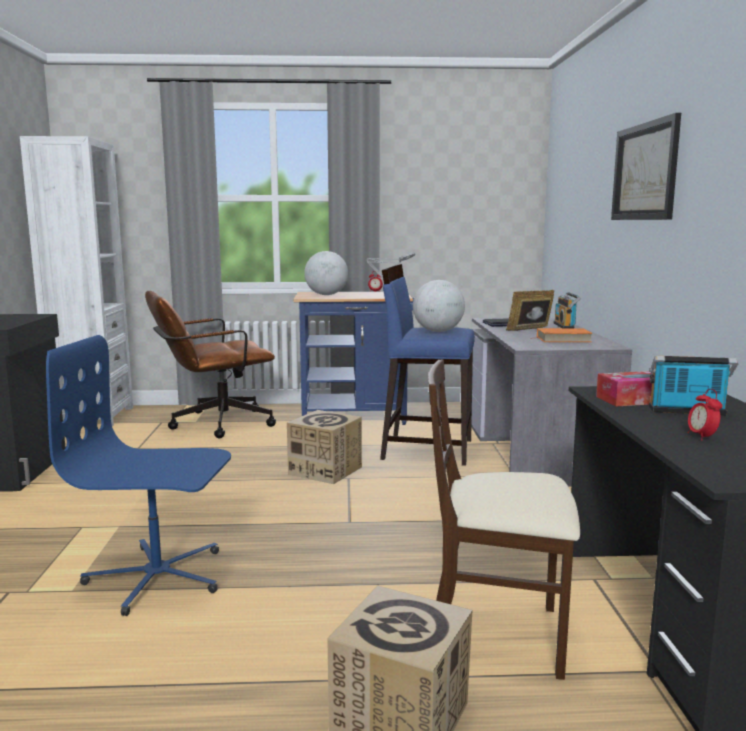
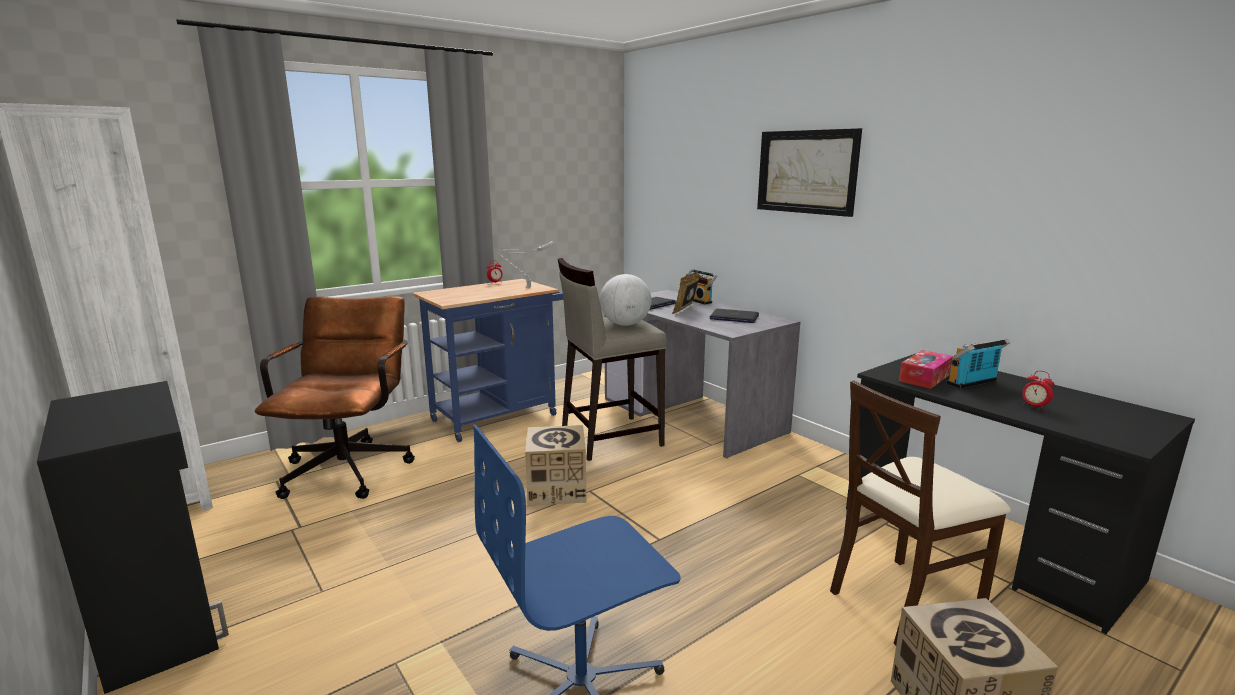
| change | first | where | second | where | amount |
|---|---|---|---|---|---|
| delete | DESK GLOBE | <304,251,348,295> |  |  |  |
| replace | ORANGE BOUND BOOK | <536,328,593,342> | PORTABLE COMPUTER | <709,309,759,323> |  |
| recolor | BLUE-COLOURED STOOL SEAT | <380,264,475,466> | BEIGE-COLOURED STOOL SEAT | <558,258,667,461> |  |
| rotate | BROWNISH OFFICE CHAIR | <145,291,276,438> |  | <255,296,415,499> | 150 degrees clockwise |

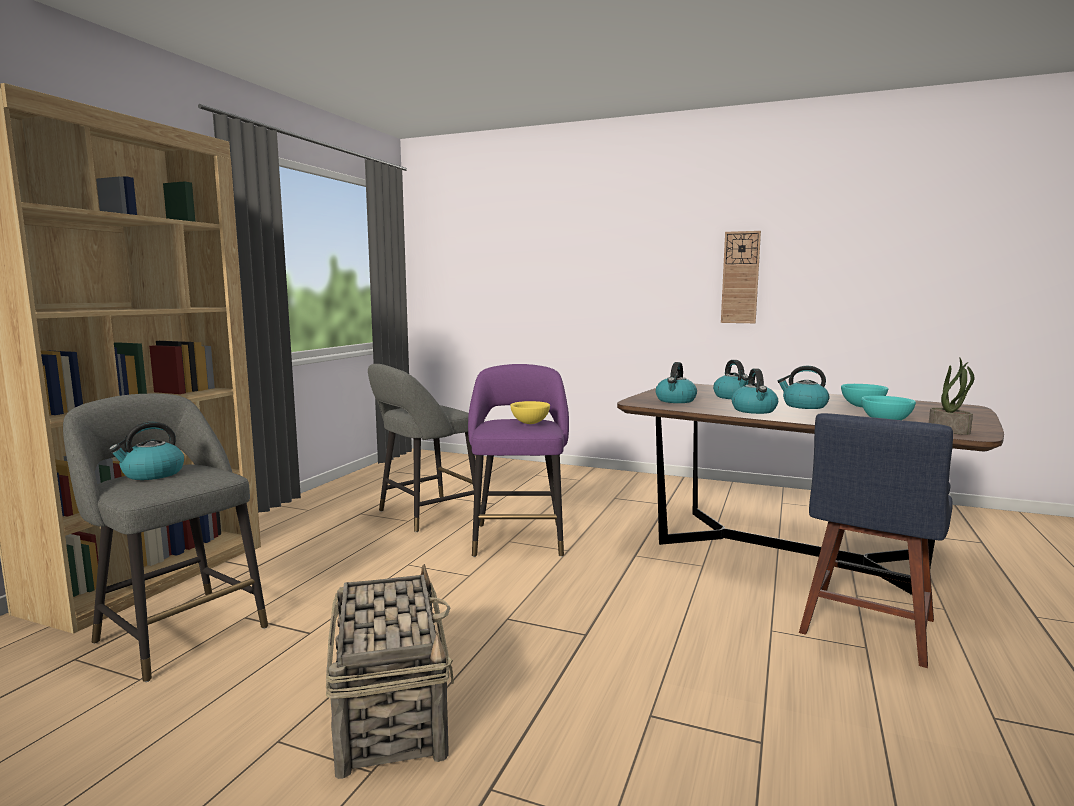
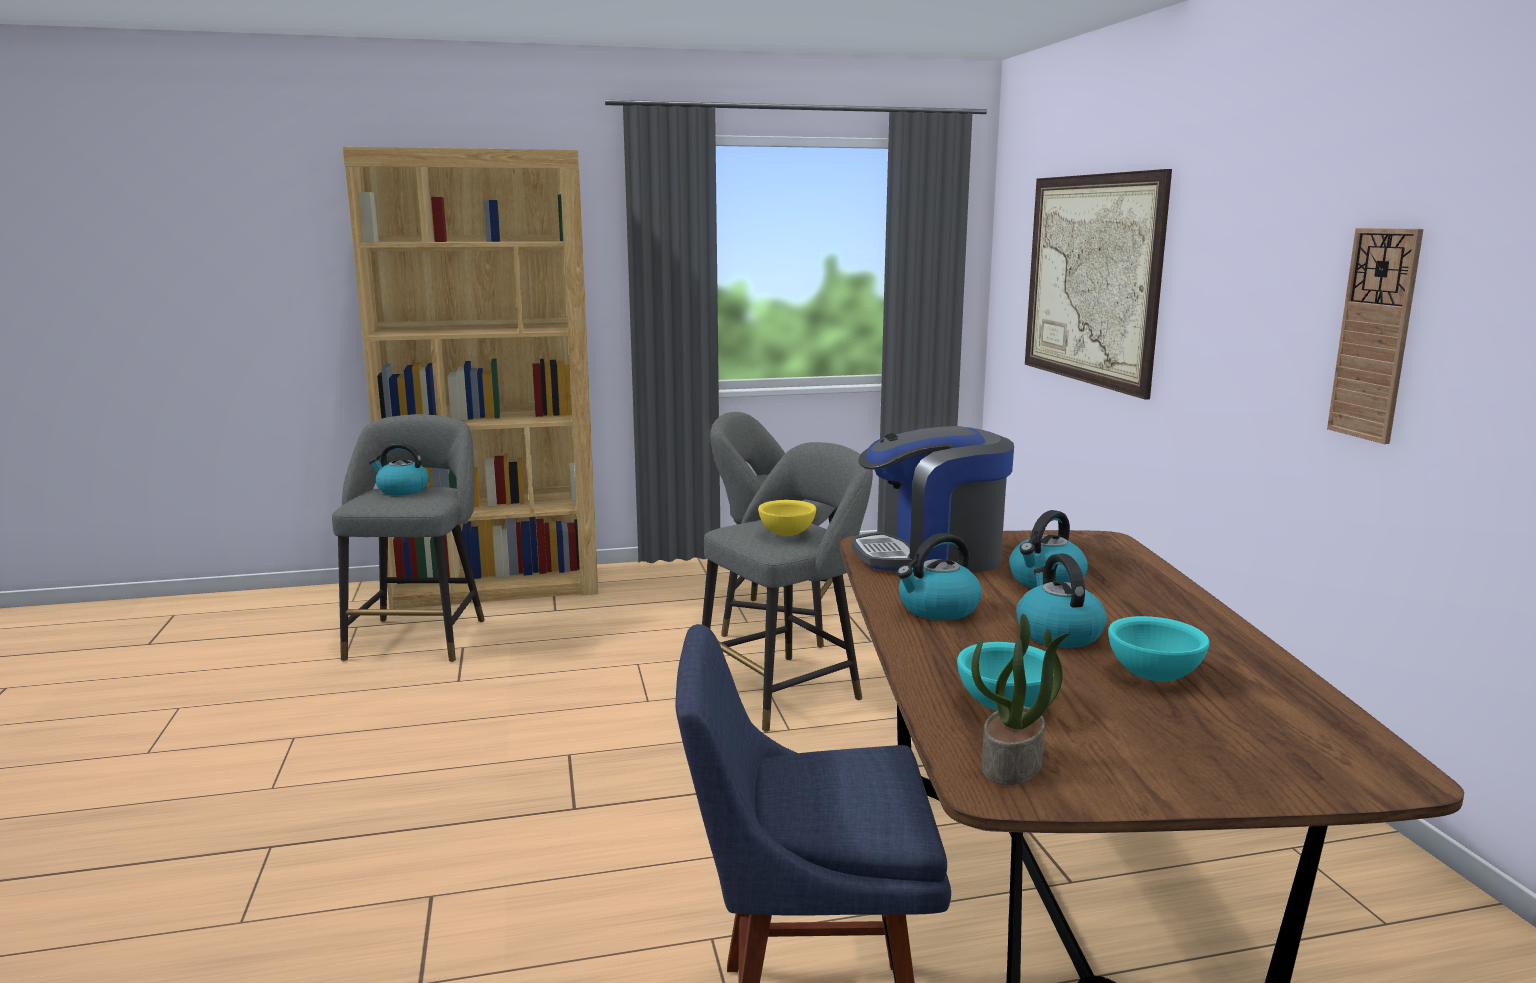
| change | first | where | second | where | amount |
|---|---|---|---|---|---|
| delete | HOUSEHOLD BASKET | <326,564,454,779> |  |  |  |
| insert |  |  | WALL ART | <1025,169,1172,400> |  |
| replace | KETTLE | <656,362,697,403> | COFFEE MACHINE | <852,426,1014,573> |  |
| recolor | PURPLISH STOOL SEAT | <468,364,569,557> | GRAY STOOL SEAT | <702,442,873,732> |  |

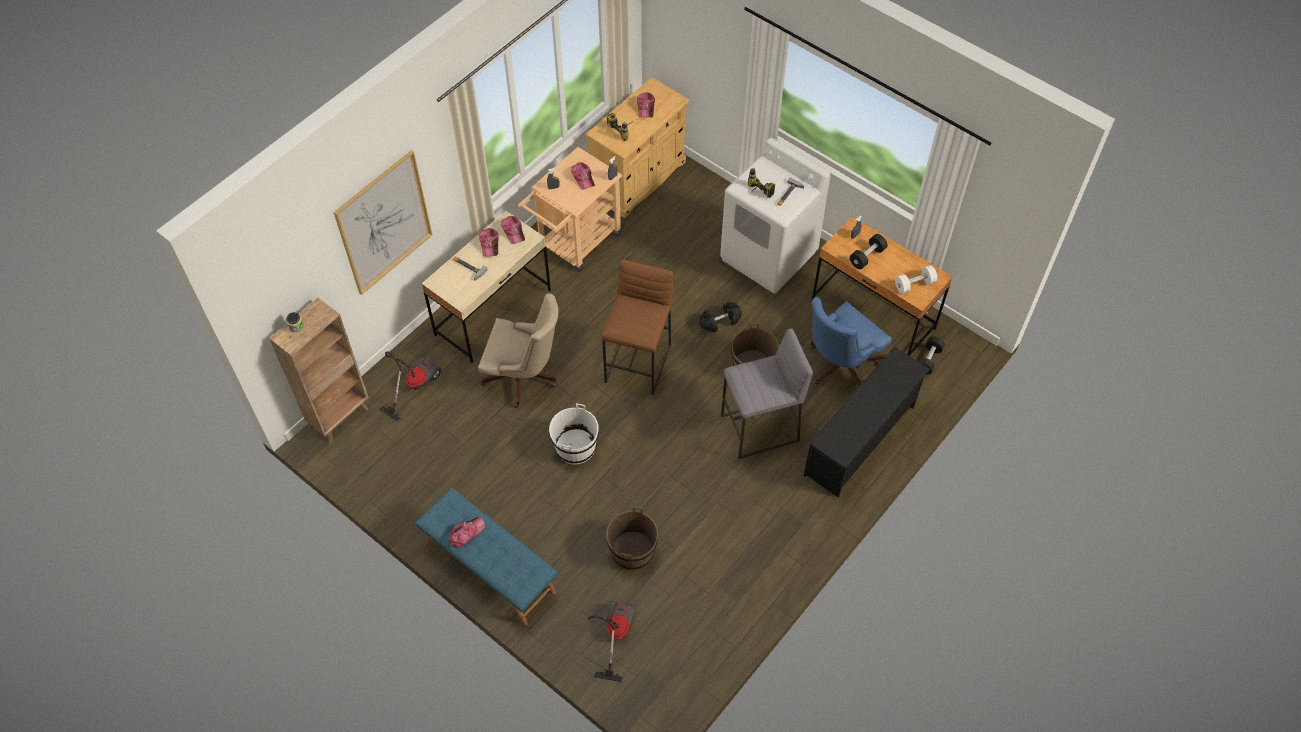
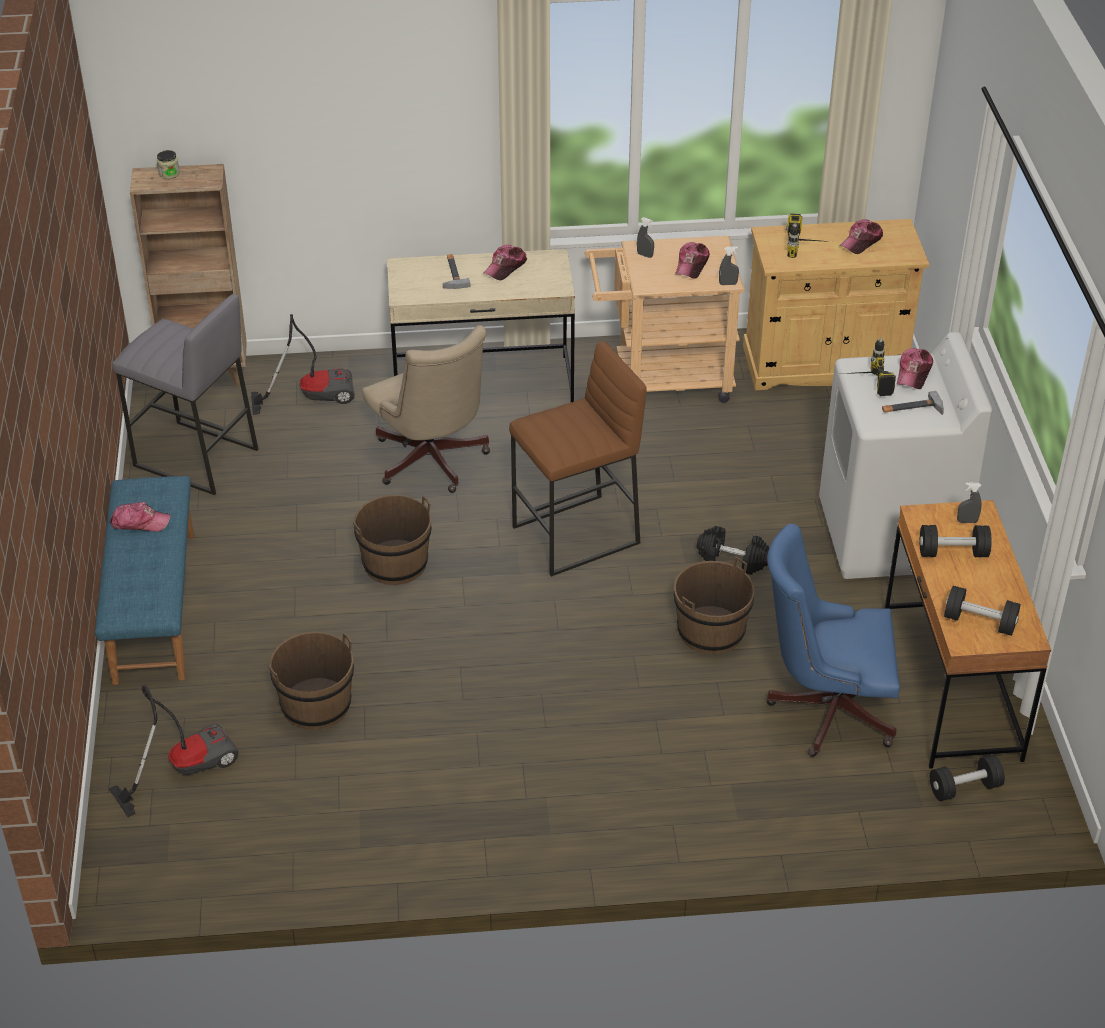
| change | first | where | second | where | amount |
|---|---|---|---|---|---|
| delete | WALL ART | <334,150,432,295> |  |  |  |
| delete | BLACKISH SHOE STAND | <804,346,930,497> |  |  |  |
| move | PEAKED CAP | <501,216,525,244> |  | <897,348,933,389> |  |
| move | GRAY STOOL SEAT | <721,328,813,459> |  | <112,294,258,495> |  |
| recolor | WHITISH PAIL | <549,403,599,465> | BROWNISH PAIL | <353,495,432,585> |  |
| recolor | WHITISH FREE WEIGHT | <895,265,937,294> | BLACKISH FREE WEIGHT | <944,586,1021,636> |  |

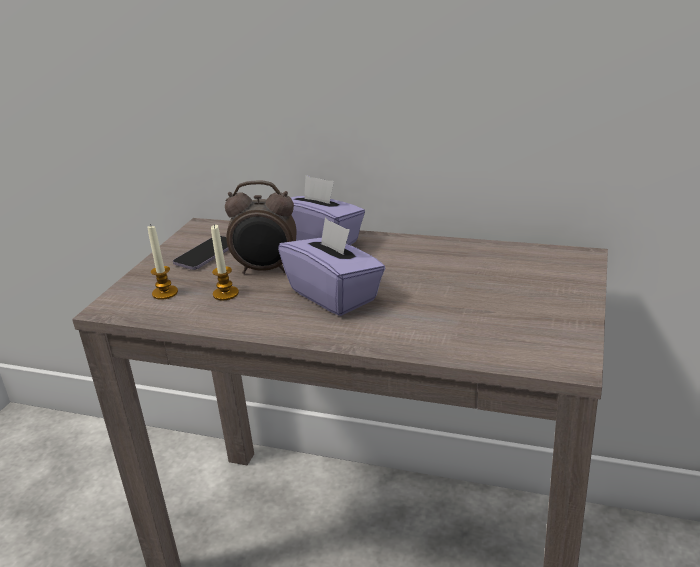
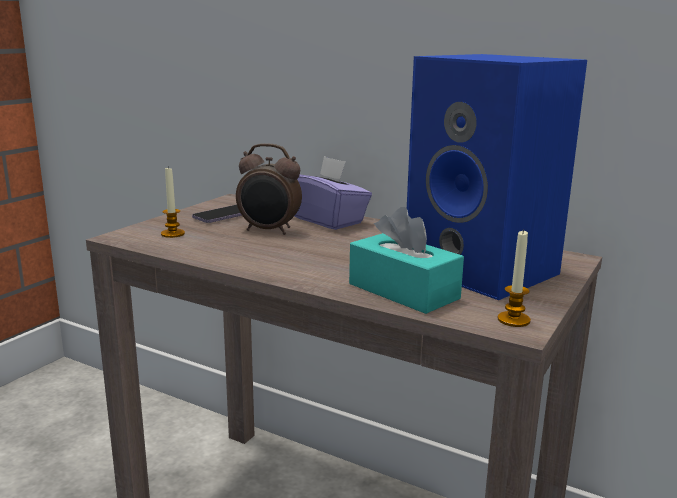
| change | first | where | second | where | amount |
|---|---|---|---|---|---|
| delete | PURPLISH TISSUE BOX | <278,217,385,316> |  |  |  |
| insert |  |  | TURQUOISE TISSUE BOX | <349,207,464,314> |  |
| insert |  |  | BLUE-COLOURED AUDIO SPEAKER | <407,54,587,300> |  |
| move | WAX CANDLE | <211,225,239,301> |  | <498,229,531,327> |  |

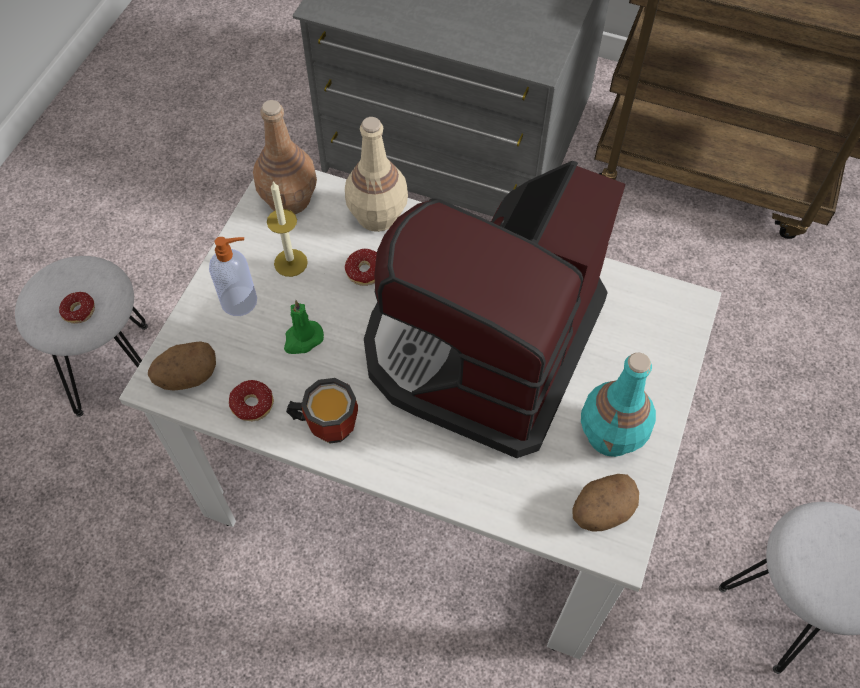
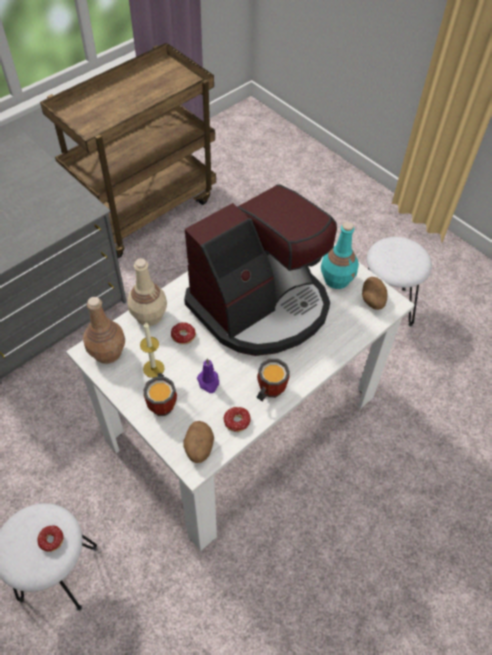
| change | first | where | second | where | amount |
|---|---|---|---|---|---|
| replace | SOAP BOTTLE | <209,237,257,316> | COFFEE MUG | <143,373,177,416> |  |
| recolor | GREENISH WAX CANDLE | <284,300,324,354> | PURPLISH WAX CANDLE | <197,358,219,393> |  |
| rotate | COFFEE MACHINE | <364,161,626,458> |  | <184,184,337,356> | 90 degrees counterclockwise |

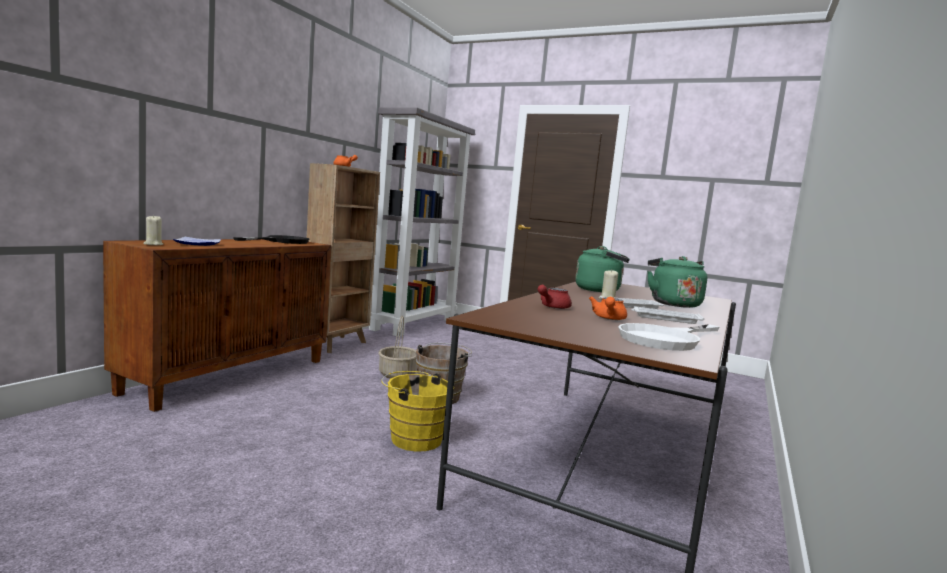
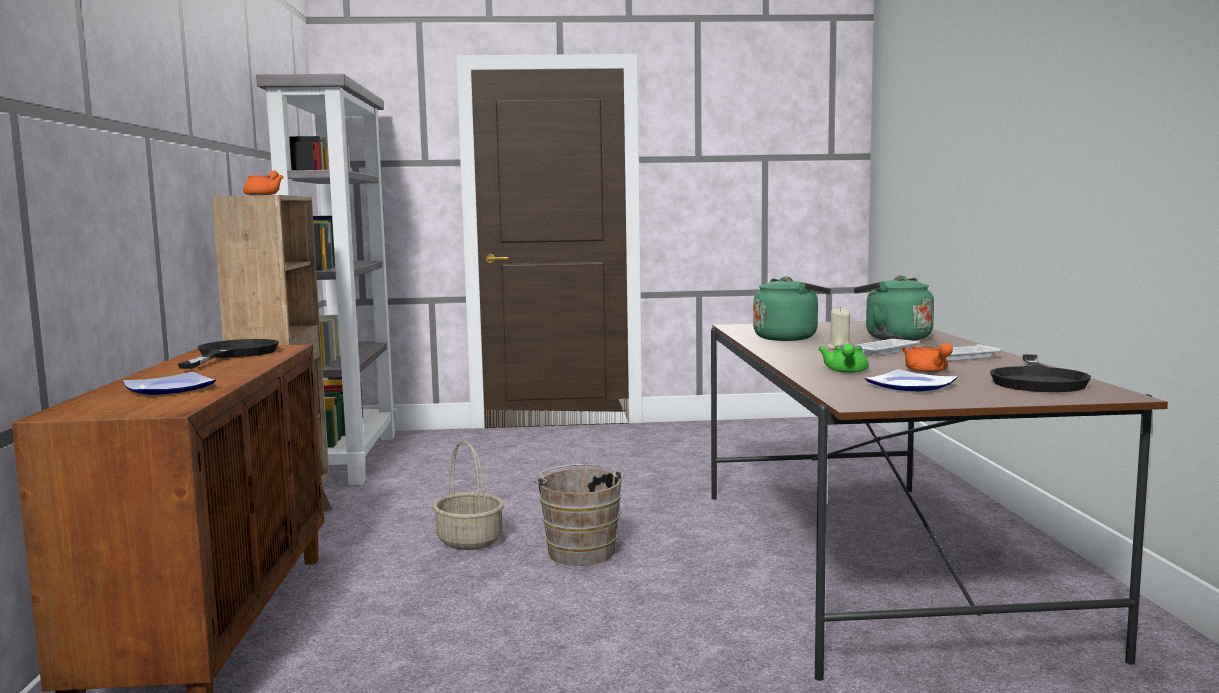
| change | first | where | second | where | amount |
|---|---|---|---|---|---|
| delete | BEIGE-COLOURED WAX CANDLE | <143,215,163,245> |  |  |  |
| delete | YELLOW PAIL | <381,371,454,452> |  |  |  |
| insert |  |  | PLATE | <865,369,957,392> |  |
| recolor | RED-COLOURED TEA POT | <538,285,572,309> | GREENISH TEA POT | <818,344,869,373> |  |
| recolor | WHITISH FRYING PAN | <618,323,720,351> | BLACKISH FRYING PAN | <990,354,1091,392> |  |

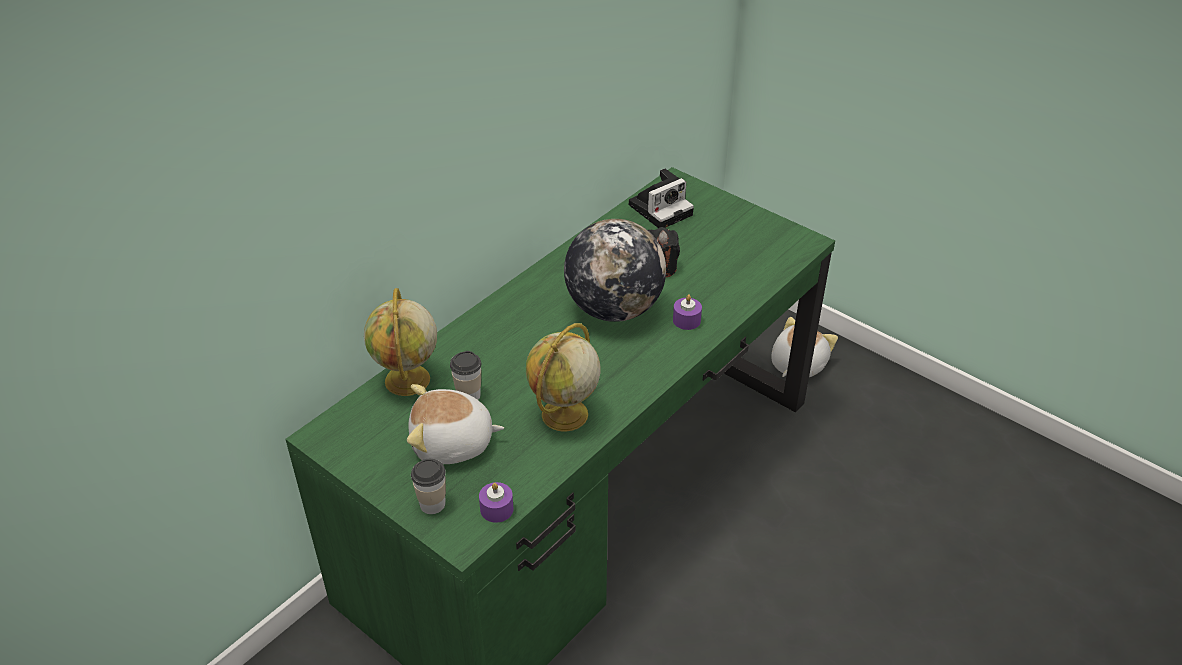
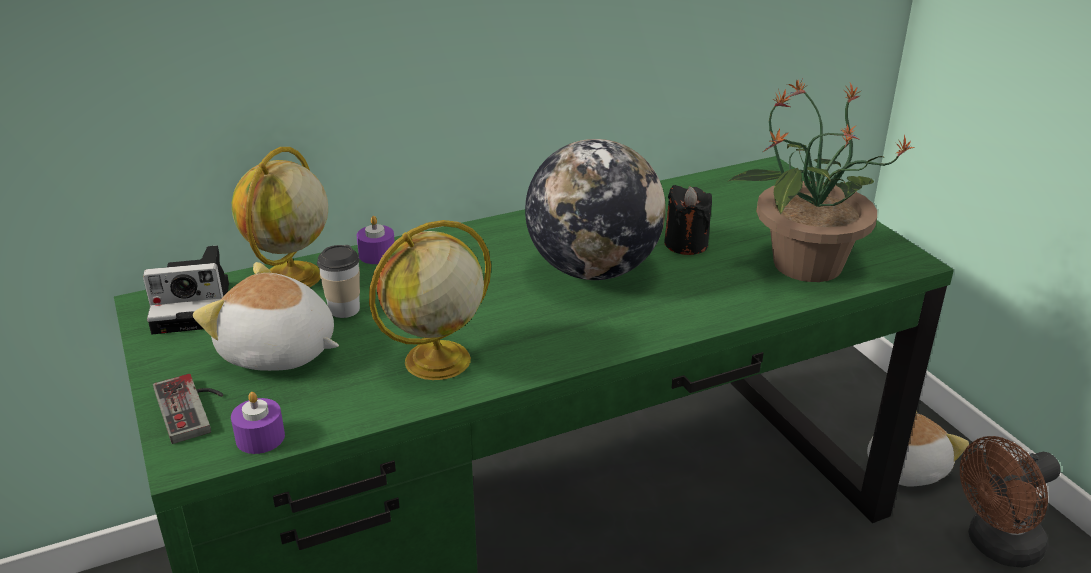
| change | first | where | second | where | amount |
|---|---|---|---|---|---|
| insert |  |  | PLANT IN A POT | <727,79,915,282> |  |
| insert |  |  | BROWNISH ELECTRIC FAN | <960,436,1061,567> |  |
| move | PHOTO CAMERA | <629,169,694,228> |  | <143,246,229,334> |  |
| move | PURPLISH WAX CANDLE | <673,295,702,330> |  | <357,216,395,264> |  |
| replace | CUP | <411,459,446,514> | GAMEPAD | <153,374,223,444> |  |

